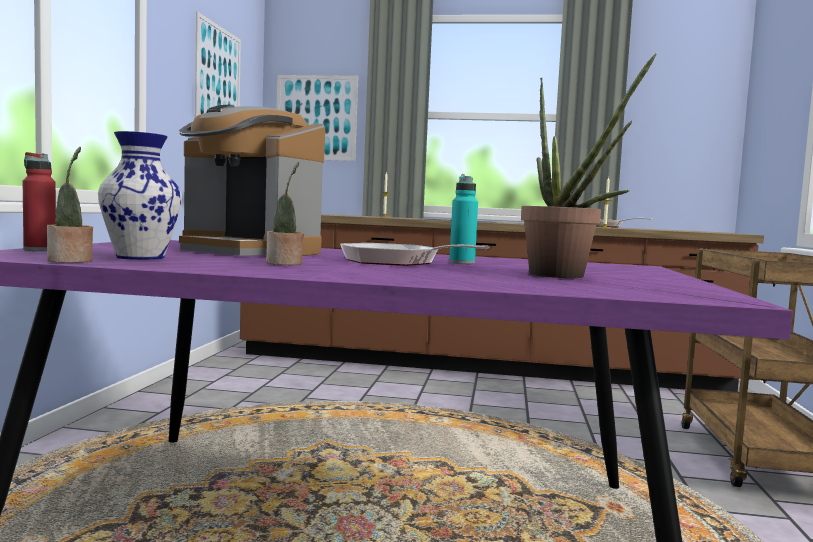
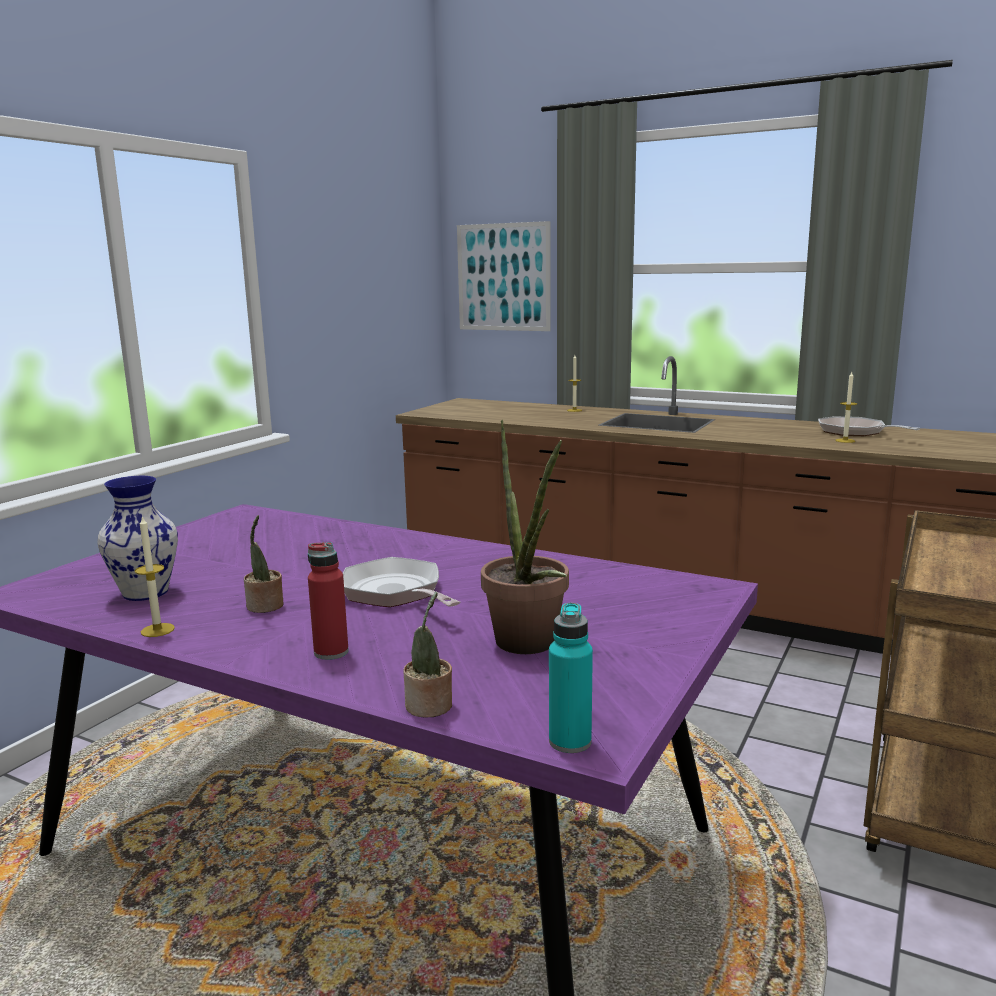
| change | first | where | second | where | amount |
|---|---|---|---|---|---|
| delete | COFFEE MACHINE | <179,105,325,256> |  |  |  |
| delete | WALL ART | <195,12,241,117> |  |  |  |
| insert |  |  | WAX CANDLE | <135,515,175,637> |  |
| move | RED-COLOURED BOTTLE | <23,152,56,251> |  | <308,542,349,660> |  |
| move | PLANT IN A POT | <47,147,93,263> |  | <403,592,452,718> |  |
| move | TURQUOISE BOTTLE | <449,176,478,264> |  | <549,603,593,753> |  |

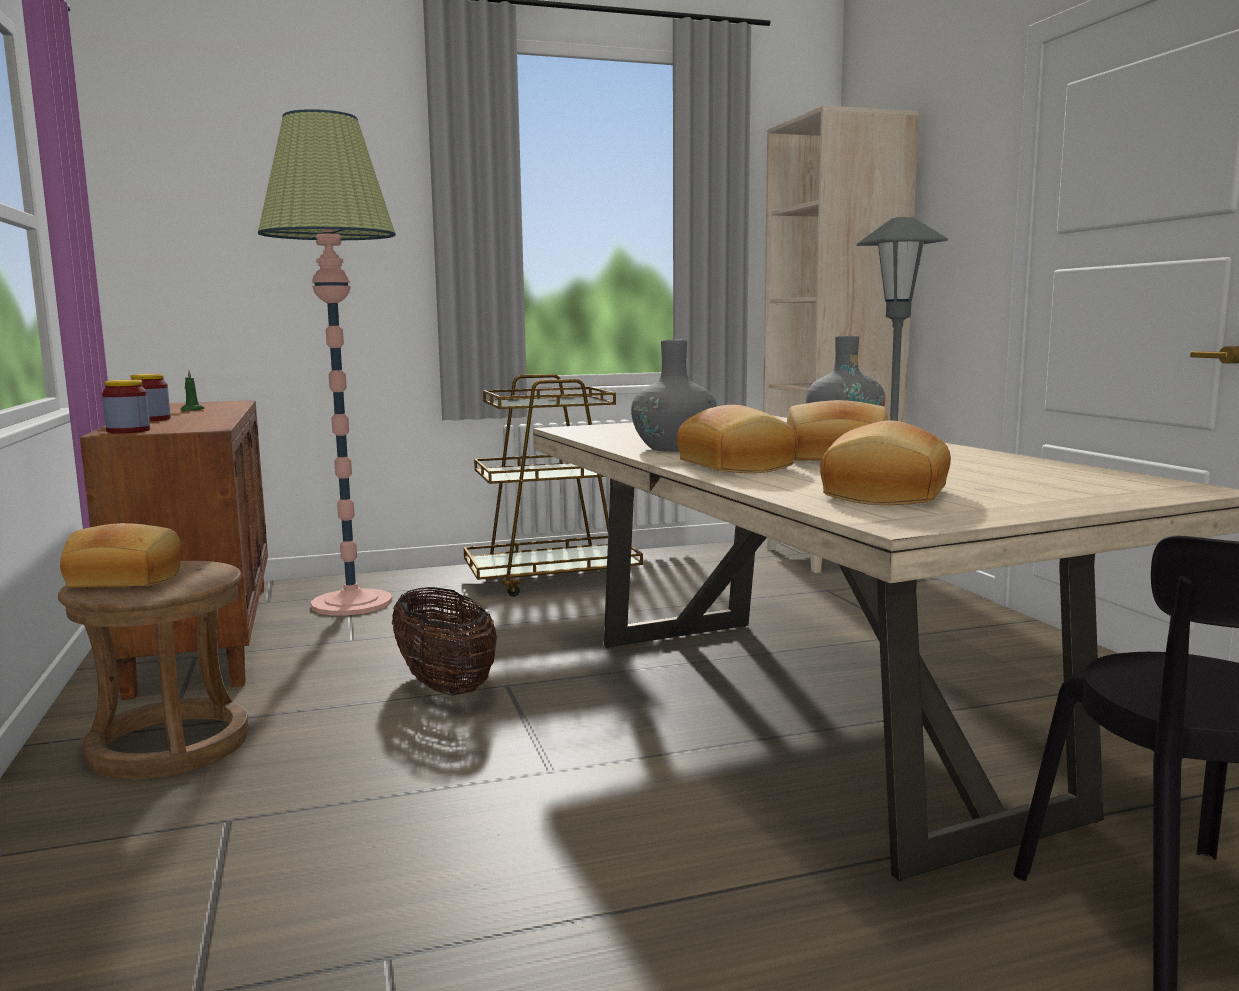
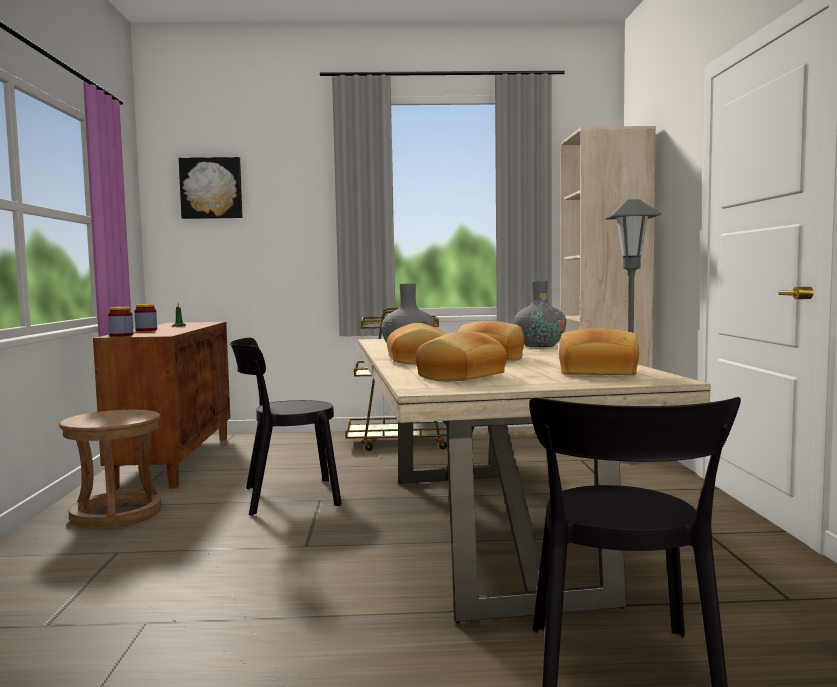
| change | first | where | second | where | amount |
|---|---|---|---|---|---|
| delete | STANDING LAMP | <258,109,396,616> |  |  |  |
| insert |  |  | WALL ART | <179,157,243,219> |  |
| move | BAKERY BREAD | <60,523,182,588> |  | <559,328,639,375> |  |
| replace | HOUSEHOLD BASKET | <392,587,497,696> | BLACKISH PLAIN CHAIR | <229,338,342,515> |  |

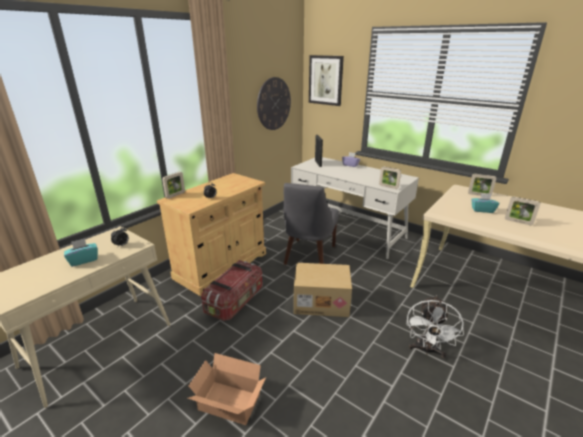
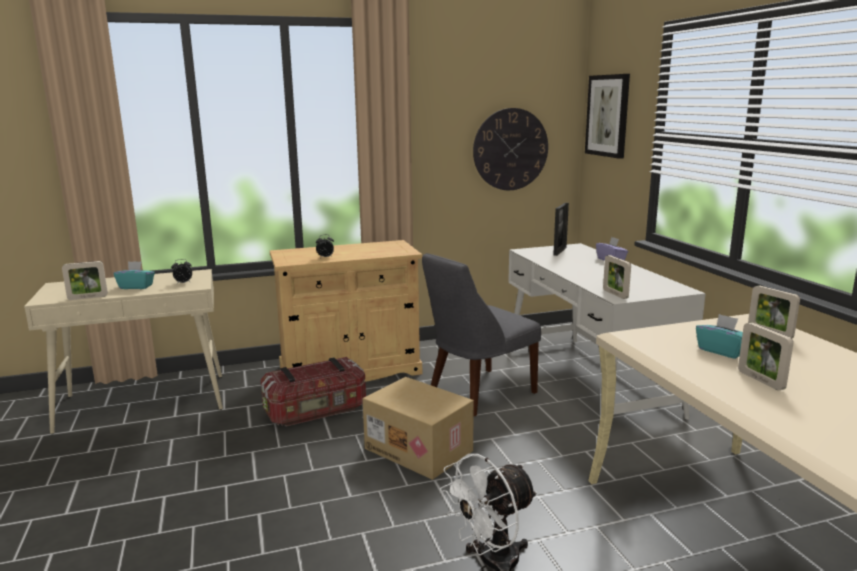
| change | first | where | second | where | amount |
|---|---|---|---|---|---|
| delete | PACKING BOX | <188,353,266,425> |  |  |  |
| move | STANDING FRAME | <162,172,185,199> |  | <62,261,108,300> |  |

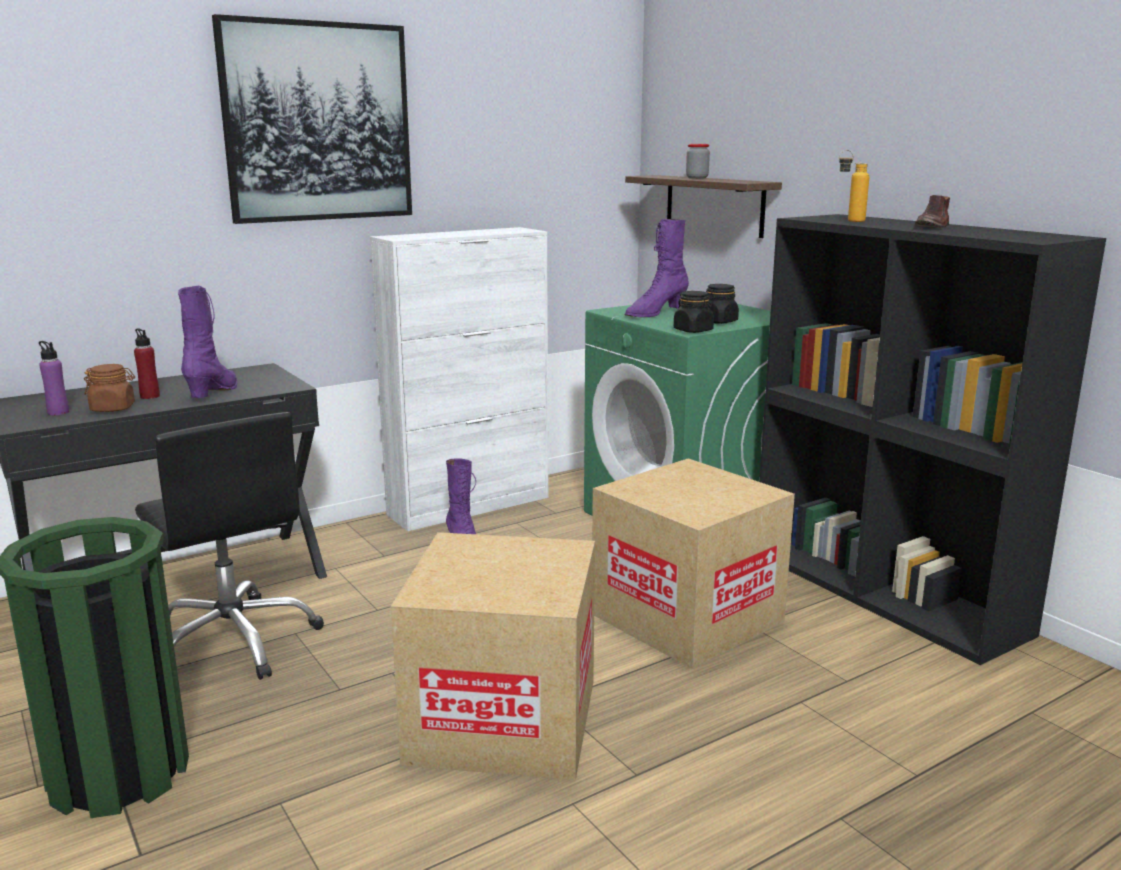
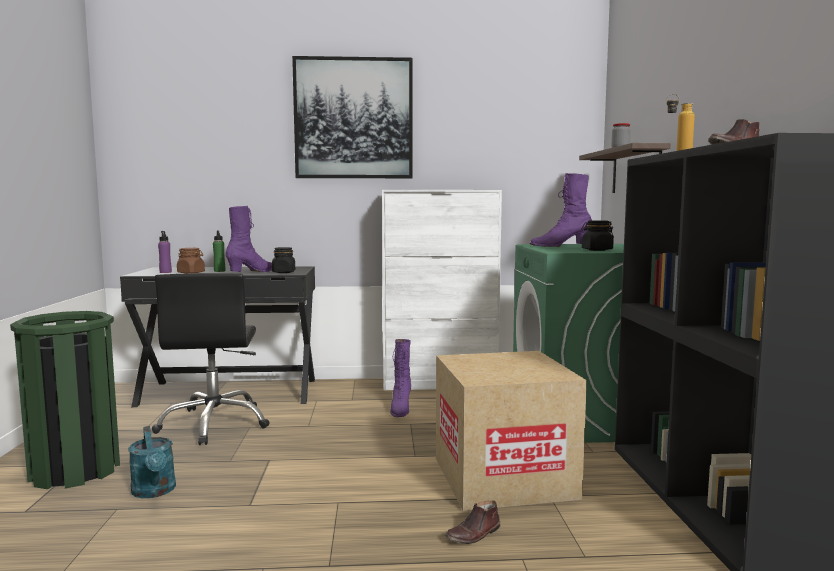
| change | first | where | second | where | amount |
|---|---|---|---|---|---|
| delete | PACKING BOX | <391,532,595,780> |  |  |  |
| insert |  |  | TURQUOISE SPRINKLING CAN | <128,426,176,498> |  |
| insert |  |  | BROWNISH LOW SHOE | <445,501,500,544> |  |
| move | BLACKISH PRESERVE JAR | <674,291,714,333> |  | <272,247,295,273> |  |
| recolor | RED-COLOURED BOTTLE | <134,328,160,399> | GREENISH BOTTLE | <213,230,225,272> |  |

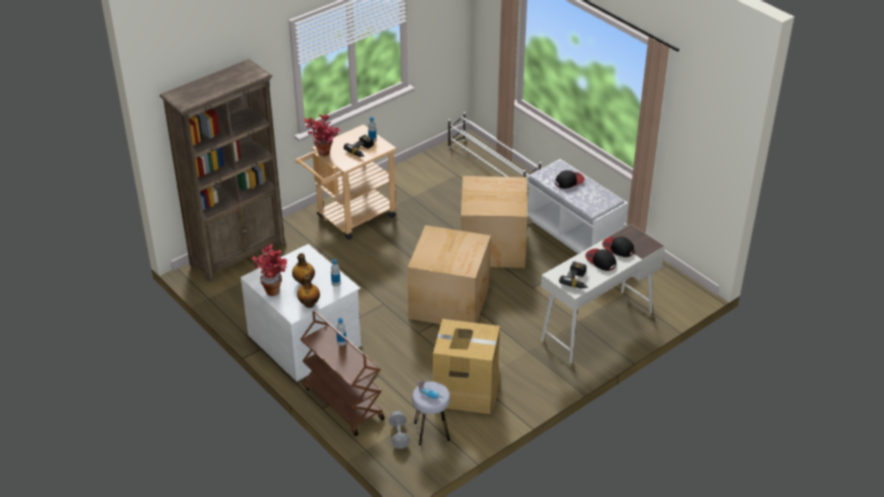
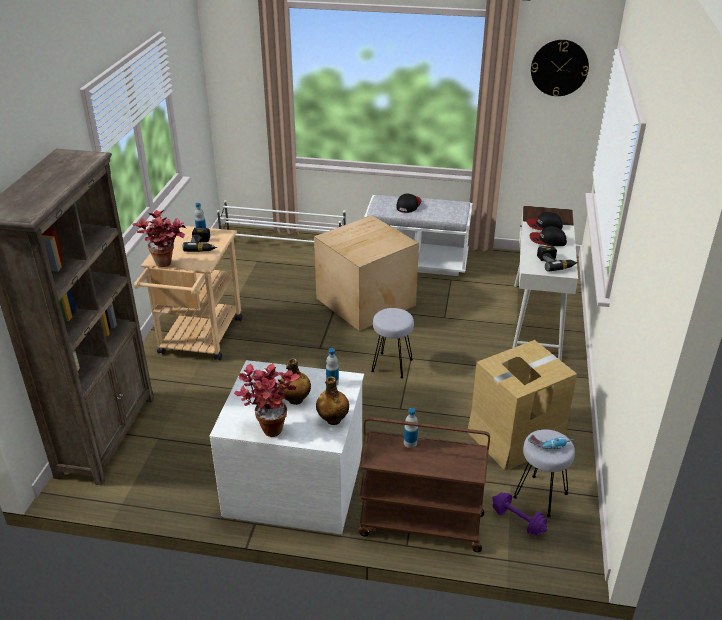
| change | first | where | second | where | amount |
|---|---|---|---|---|---|
| insert |  |  | HANGING CLOCK | <531,40,589,96> |  |
| replace | PACKING BOX | <407,225,491,330> | GRAY STOOL SEAT | <371,308,414,378> |  |
| recolor | GRAY FREE WEIGHT | <389,411,409,449> | PURPLISH FREE WEIGHT | <492,492,548,535> |  |

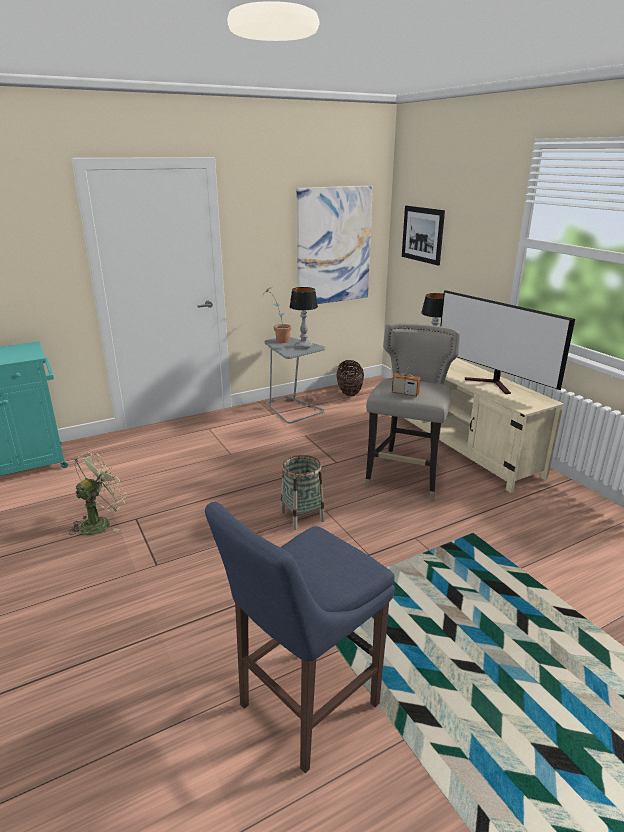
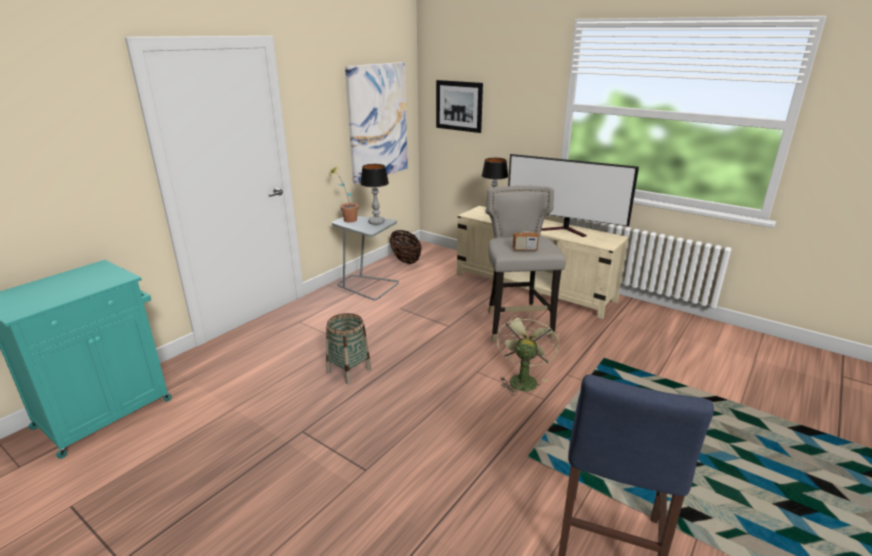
| change | first | where | second | where | amount |
|---|---|---|---|---|---|
| move | GREENISH ELECTRIC FAN | <69,452,127,535> |  | <496,312,559,395> |  |
| move | HOUSEHOLD BASKET | <280,455,325,530> |  | <326,313,371,384> |  |

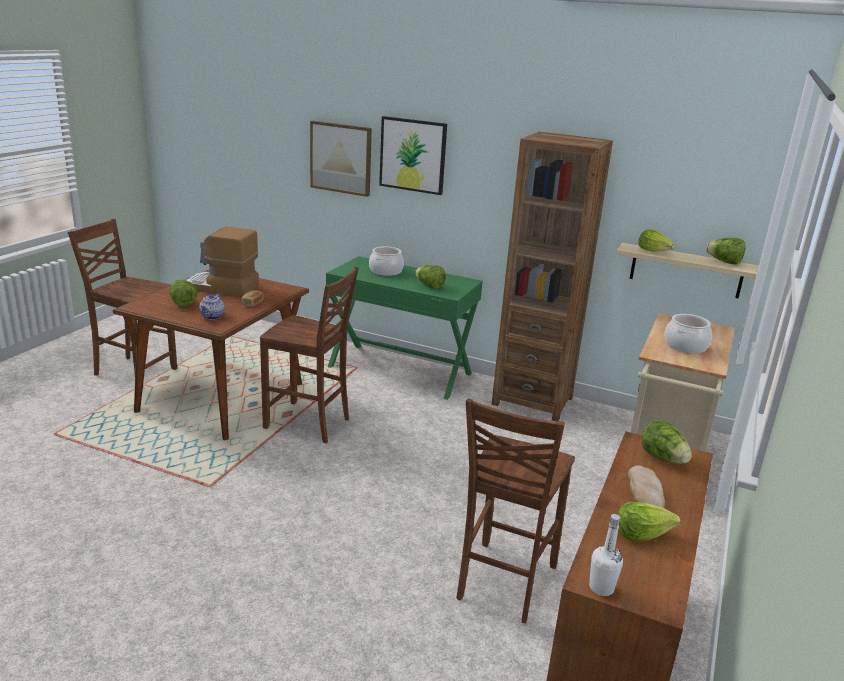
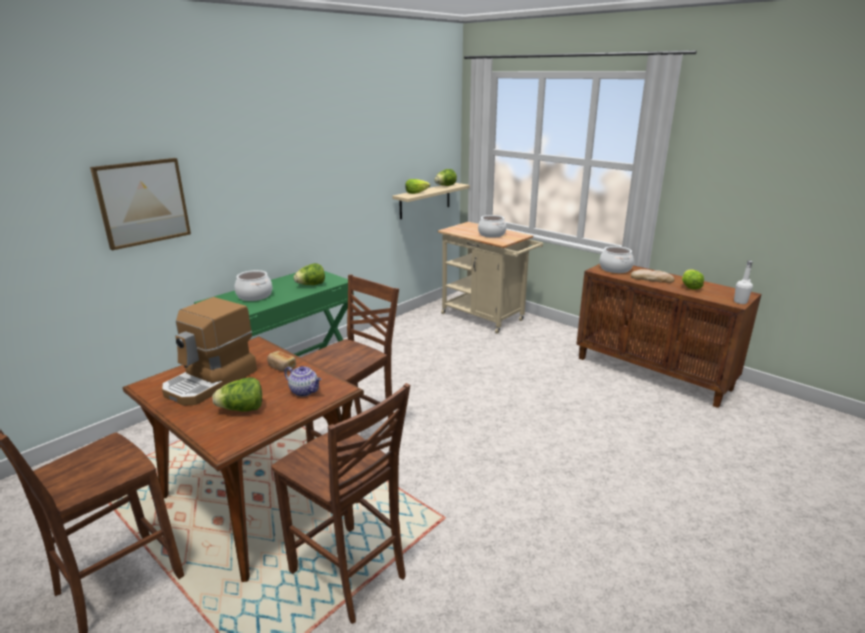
| change | first | where | second | where | amount |
|---|---|---|---|---|---|
| delete | WALL ART | <379,116,447,195> |  |  |  |
| delete | BROWNISH BOOKCASE | <492,132,613,422> |  |  |  |
| move | BROWNISH PLAIN CHAIR | <457,398,575,623> |  | <272,383,410,624> |  |
| replace | LETTUCE HEAD | <641,420,692,464> | STOCKPOT | <599,246,634,273> |  |

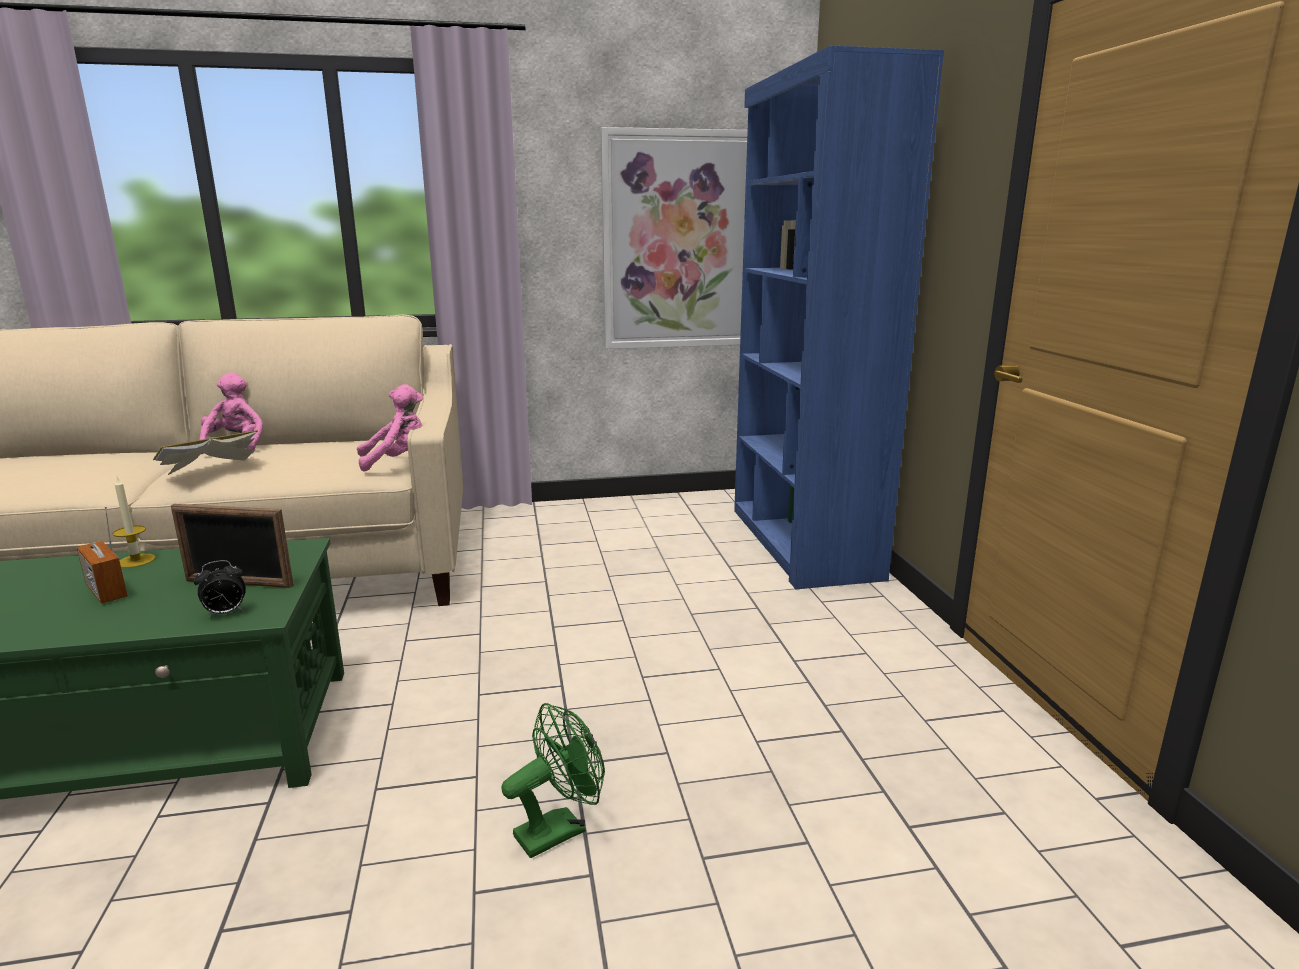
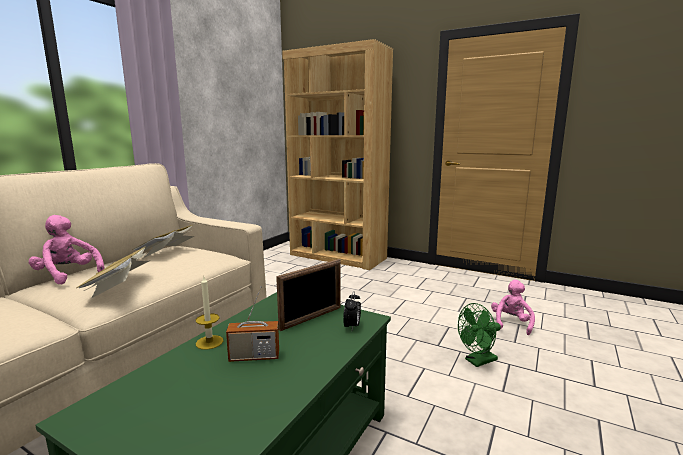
| change | first | where | second | where | amount |
|---|---|---|---|---|---|
| delete | WALL ART | <600,127,748,349> |  |  |  |
| insert |  |  | BOUND BOOK | <132,225,194,258> |  |
| move | PINK-COLOURED SOFT TOY | <357,384,423,472> |  | <491,280,535,335> |  |
| recolor | BLUE-COLOURED BOOKCASE | <734,46,944,589> | BROWNISH BOOKCASE | <282,39,393,270> |  |
| rotate | GREENISH ELECTRIC FAN | <501,703,605,858> |  | <458,303,501,367> | 120 degrees counterclockwise |

